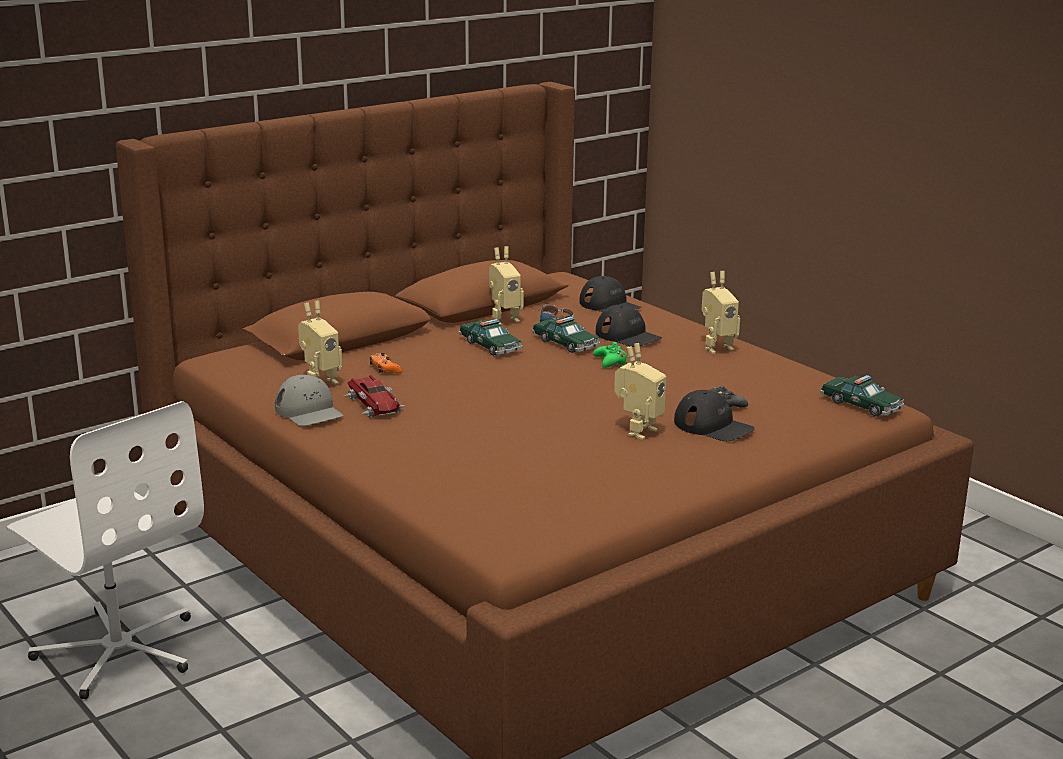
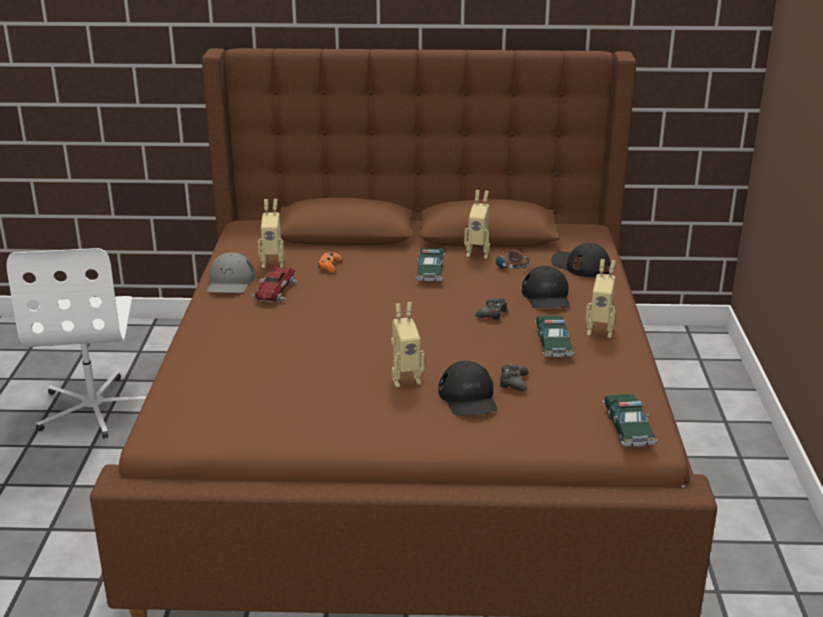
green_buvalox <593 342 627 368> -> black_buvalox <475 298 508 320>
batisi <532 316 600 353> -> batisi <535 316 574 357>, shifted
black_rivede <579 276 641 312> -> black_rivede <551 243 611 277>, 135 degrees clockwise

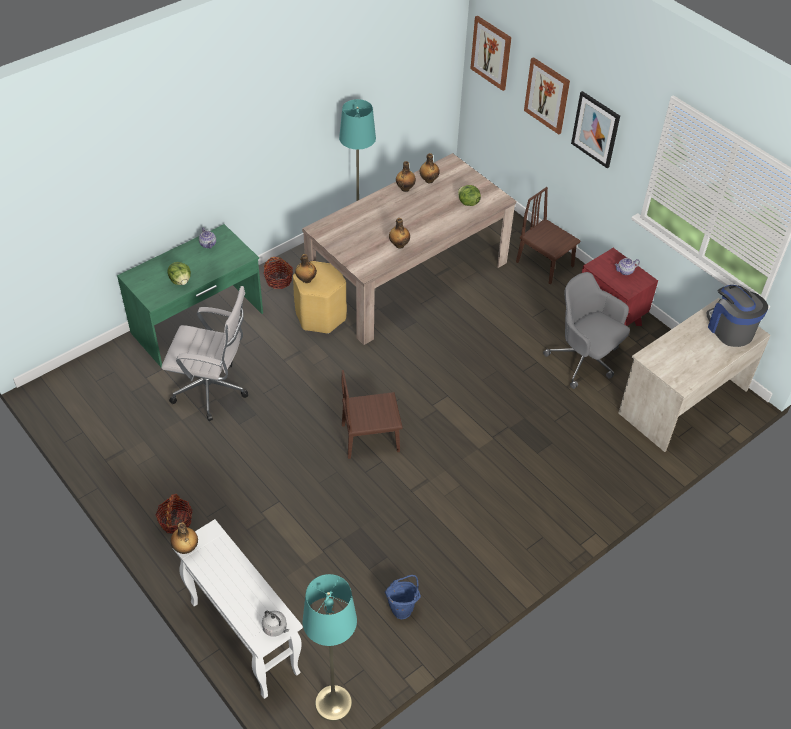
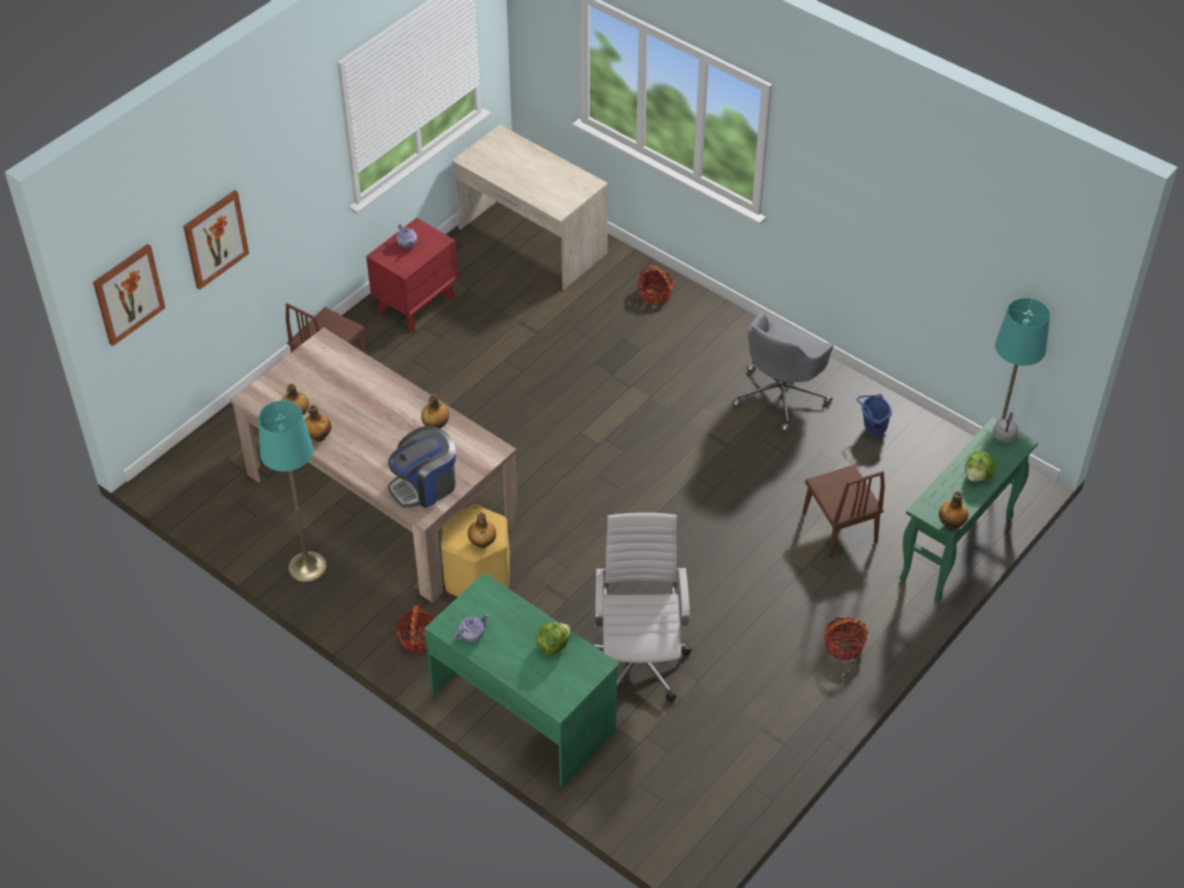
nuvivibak <707 285 768 347> -> nuvivibak <388 426 456 508>, shifted
none -> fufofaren <637 265 674 305>
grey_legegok <543 272 630 389> -> grey_legegok <732 313 834 432>, shifted
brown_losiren <341 370 403 459> -> brown_losiren <803 465 885 558>, shifted
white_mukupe <173 519 303 699> -> green_mukupe <899 417 1038 602>
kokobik <458 185 481 206> -> kokobik <965 451 995 481>, shifted
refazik <571 91 620 168> -> none

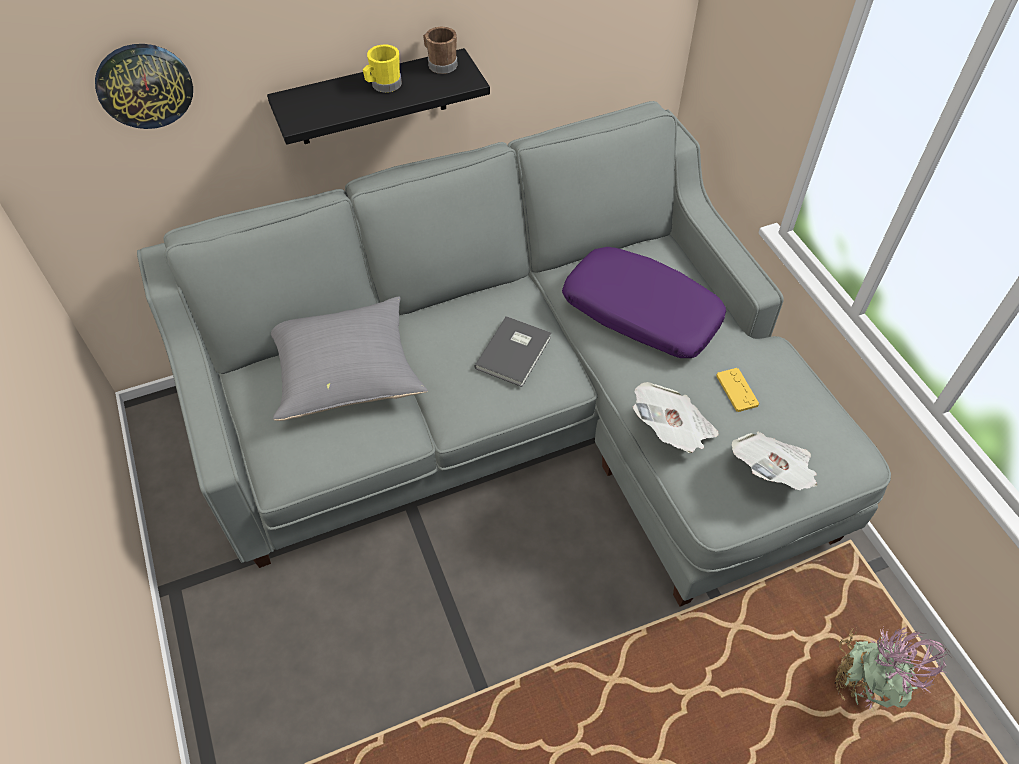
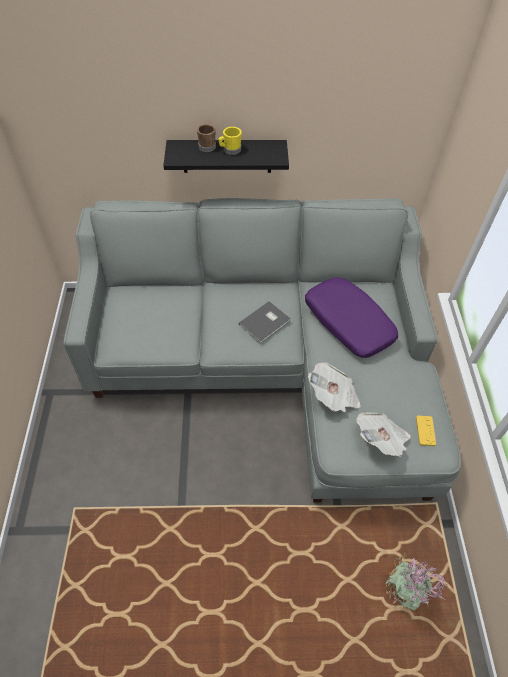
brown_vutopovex <423 26 458 74> -> brown_vutopovex <197 124 216 152>, shifted
yellow_buvalox <716 368 759 412> -> yellow_buvalox <416 415 436 446>, shifted
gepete <95 44 193 129> -> none
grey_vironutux <271 296 428 421> -> none

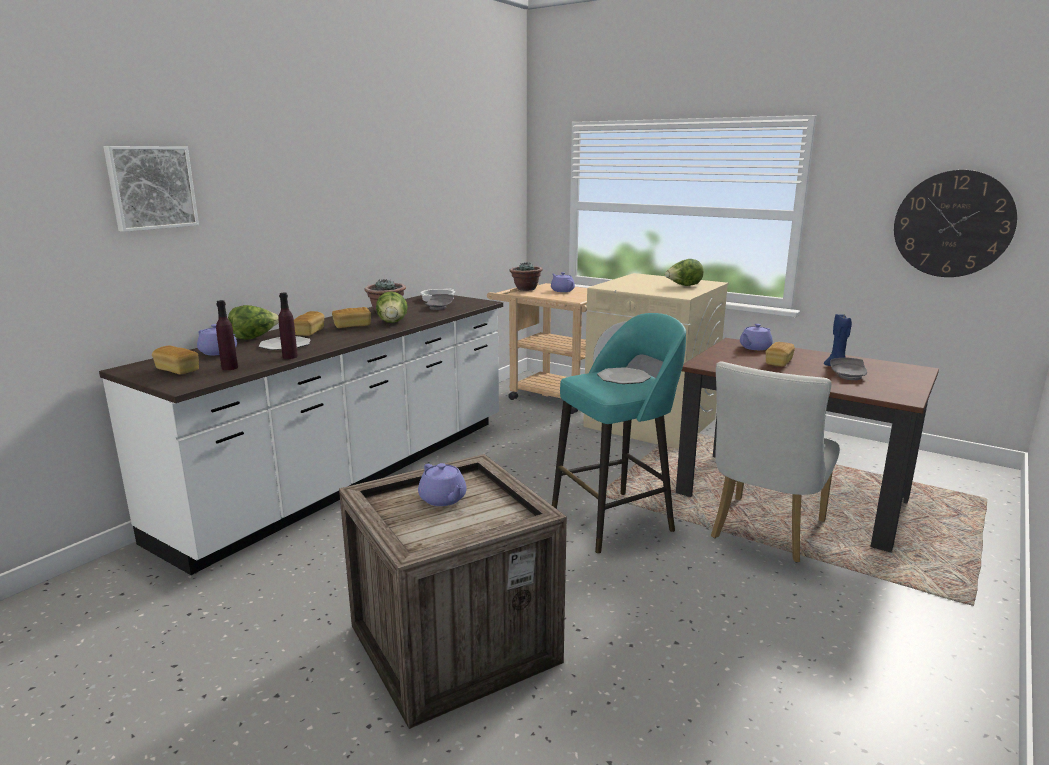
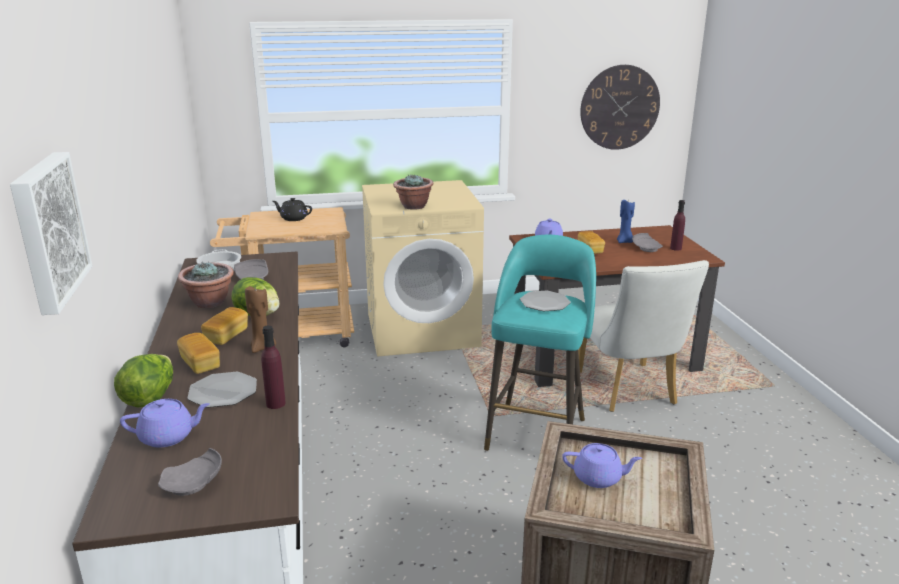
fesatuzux <152 345 199 374> -> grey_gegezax <158 448 222 496>
none -> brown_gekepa <245 286 276 353>
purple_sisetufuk <551 272 575 292> -> black_sisetufuk <273 198 312 221>
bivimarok <509 262 543 291> -> bivimarok <393 174 434 210>, shifted
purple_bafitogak <216 300 238 370> -> purple_bafitogak <670 200 685 251>, shifted
kokobik <665 259 704 286> -> none

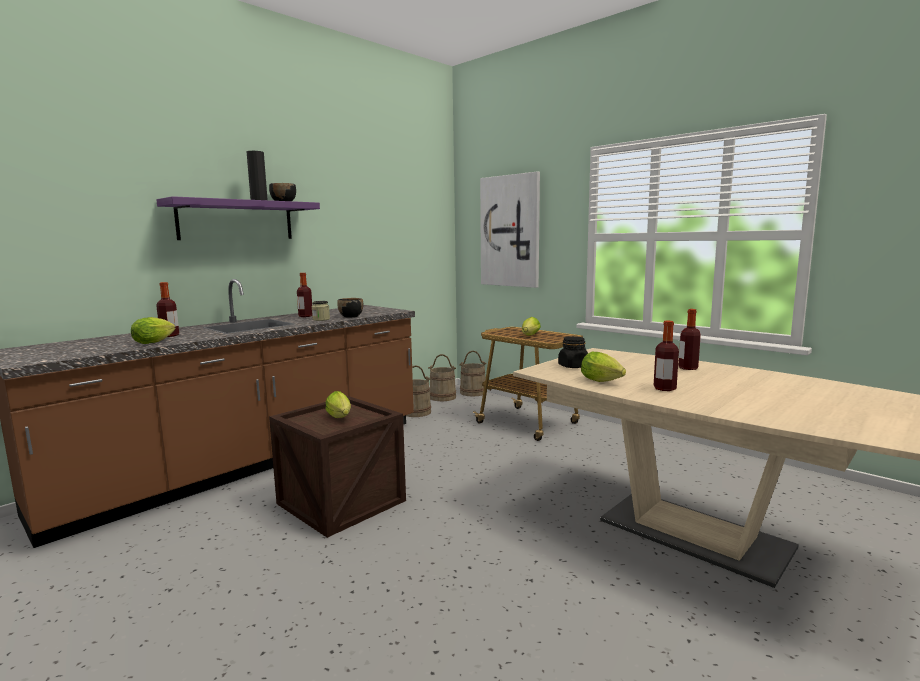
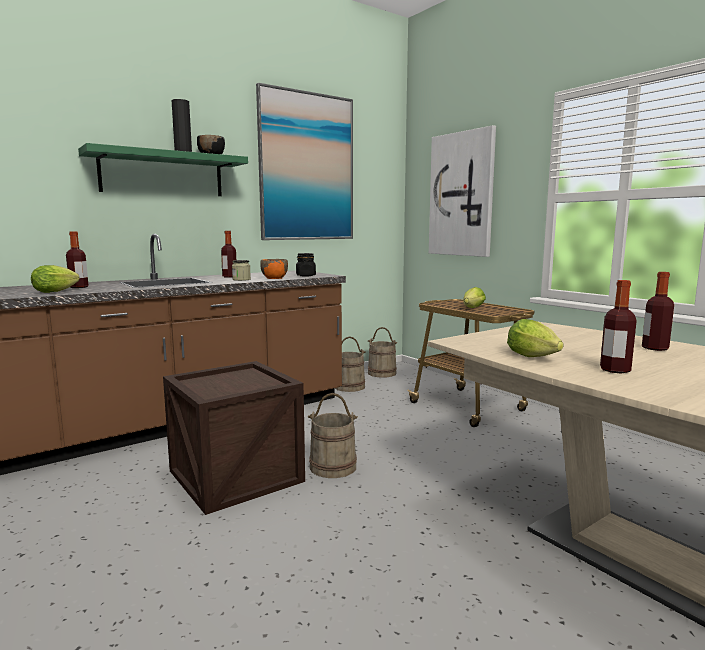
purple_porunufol <156 196 320 240> -> green_porunufol <78 143 248 196>
none -> refazik <256 83 353 240>
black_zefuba <337 298 363 317> -> orange_zefuba <260 259 288 279>
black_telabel <558 336 588 368> -> black_telabel <296 253 316 276>, shifted
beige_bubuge <459 351 486 397> -> beige_bubuge <308 393 358 478>, shifted
kokobik <325 391 351 418> -> none

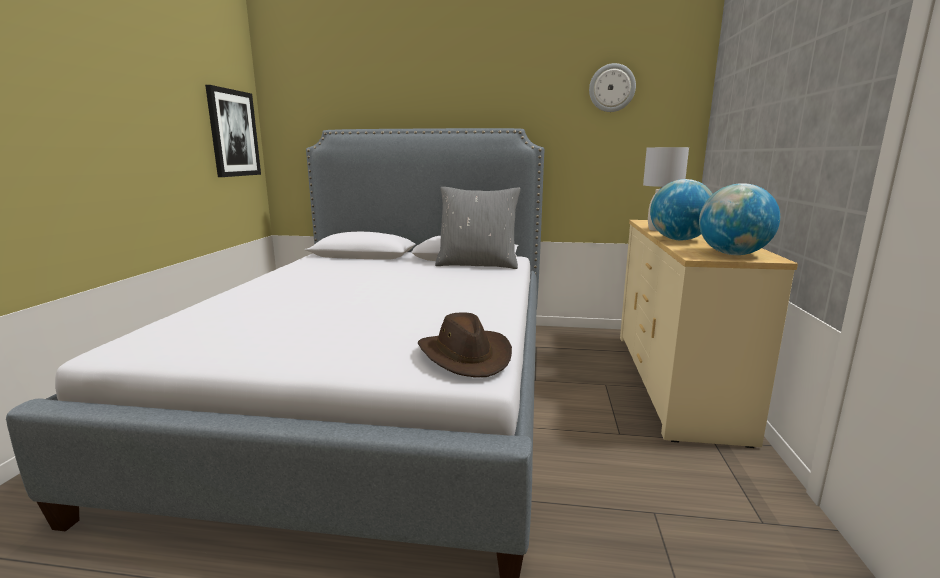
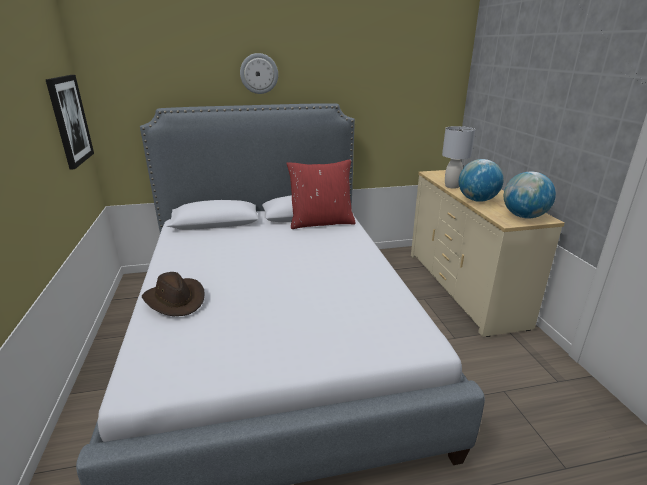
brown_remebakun <418 312 512 377> -> brown_remebakun <142 272 204 316>, shifted
gepete <589 63 636 112> -> gepete <240 53 278 94>, shifted
grey_vironutux <435 187 521 269> -> red_vironutux <286 160 356 229>

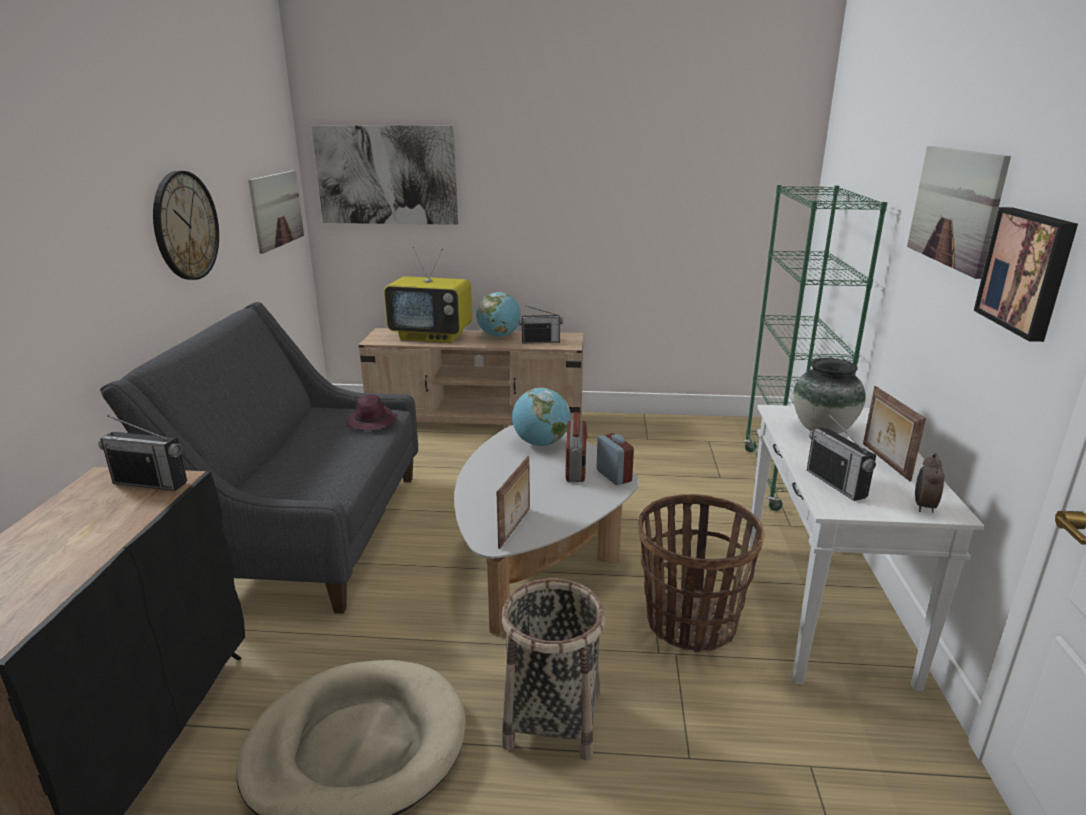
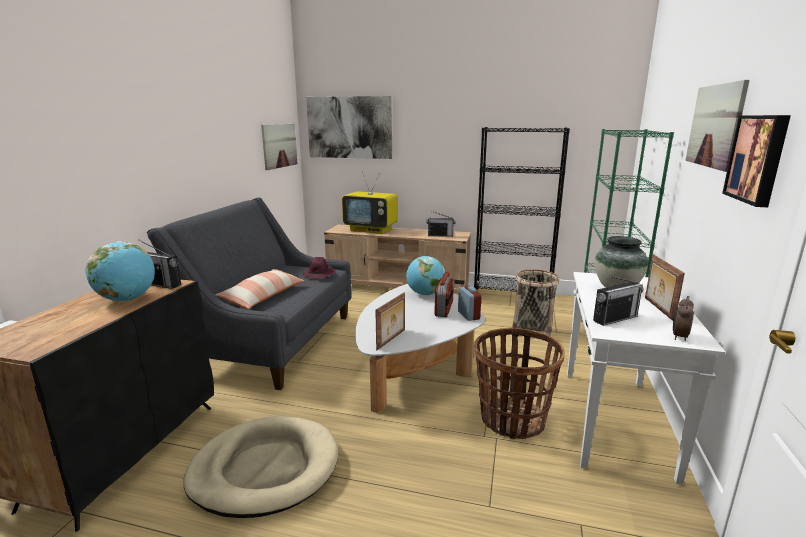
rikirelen <476 292 521 337> -> rikirelen <86 241 155 302>, shifted
none -> vironutux <215 269 304 309>
none -> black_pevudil <474 127 570 292>
fufofaren <502 578 605 761> -> fufofaren <512 269 559 336>, shifted
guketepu <807 412 876 501> -> guketepu <593 276 644 326>, 105 degrees counterclockwise
gepete <153 171 219 280> -> none

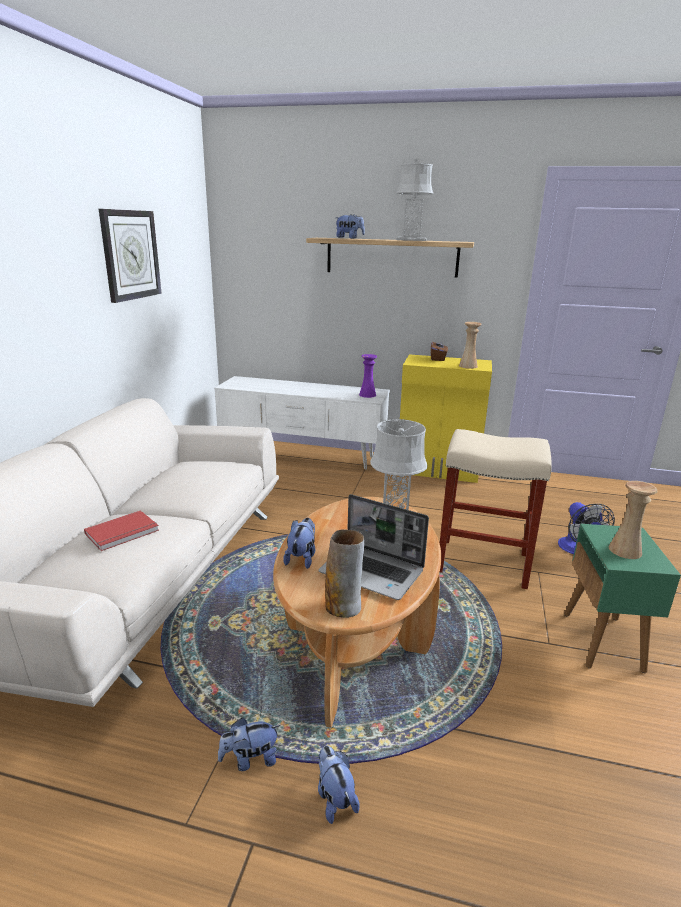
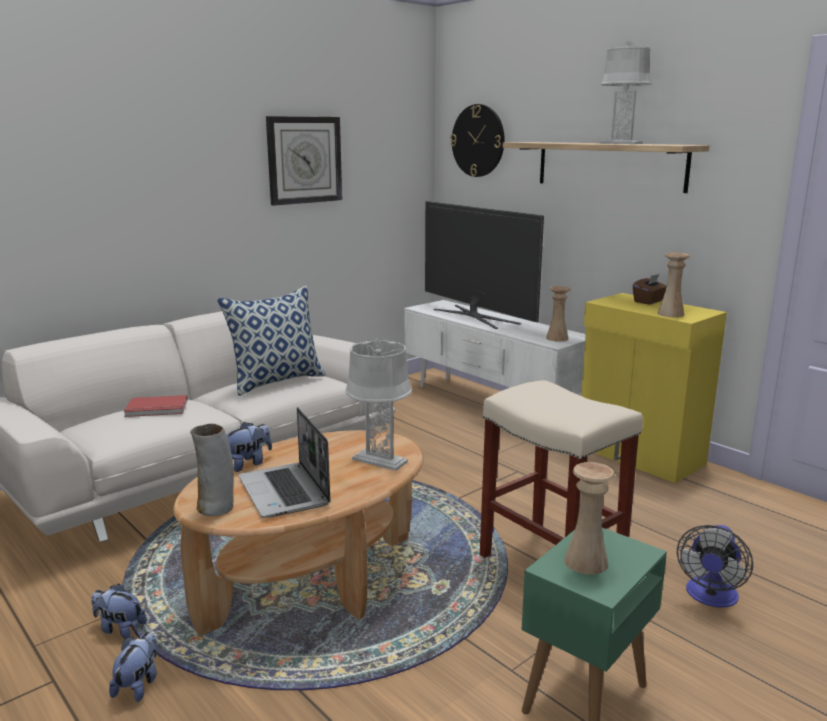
none -> vironutux <217 285 326 396>
none -> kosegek <425 201 544 329>
none -> gepete <450 104 505 177>
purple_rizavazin <359 354 377 398> -> beige_rizavazin <546 286 571 342>
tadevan <335 214 365 239> -> none

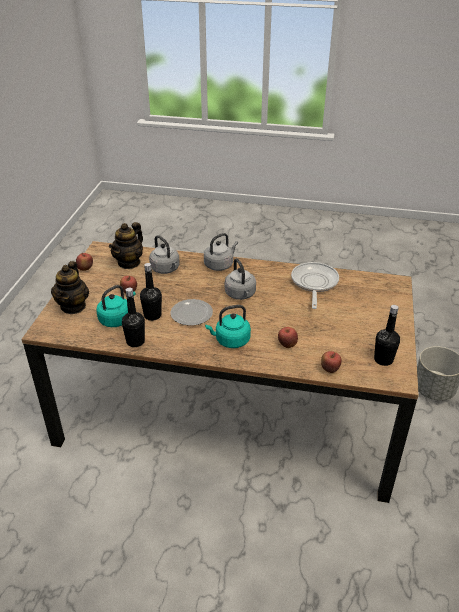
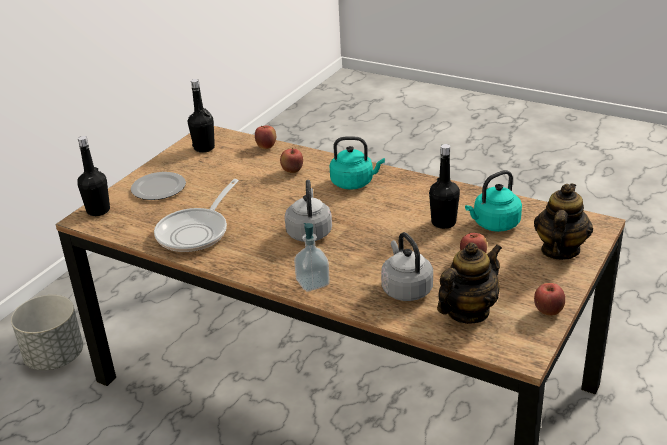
black_bafitogak <122 288 145 347> -> black_bafitogak <78 136 110 216>, shifted
gegezax <171 299 213 326> -> gegezax <131 172 186 200>, shifted
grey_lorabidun <204 233 238 271> -> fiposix <294 223 330 292>

